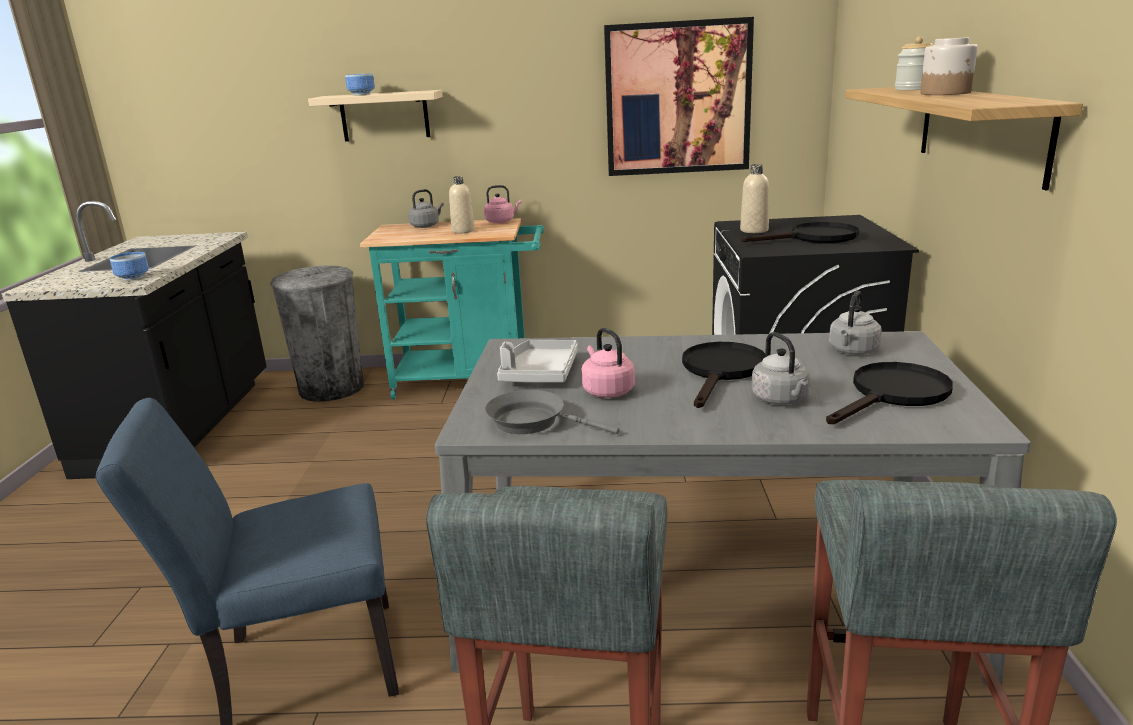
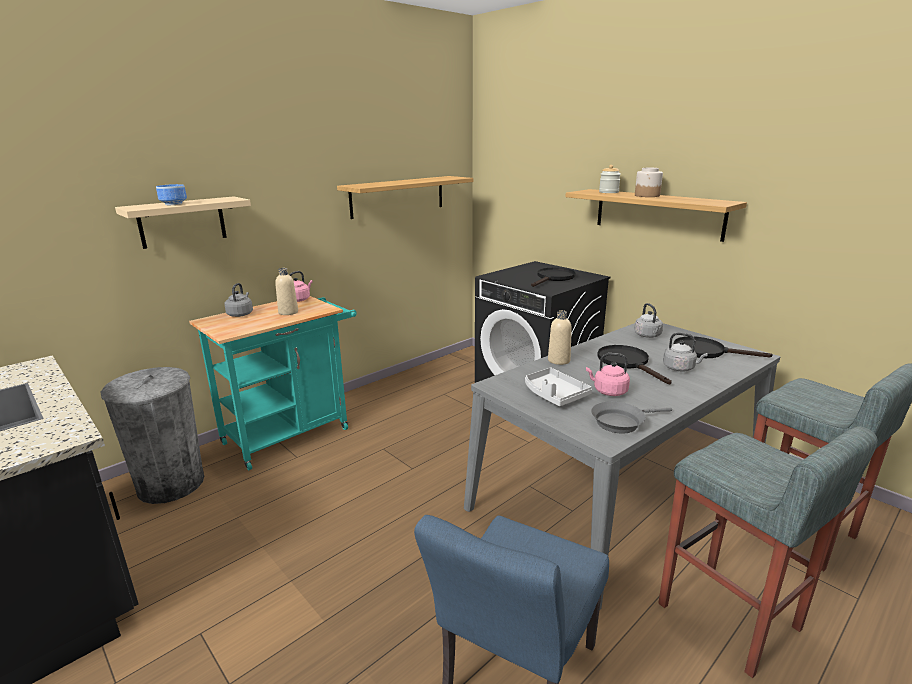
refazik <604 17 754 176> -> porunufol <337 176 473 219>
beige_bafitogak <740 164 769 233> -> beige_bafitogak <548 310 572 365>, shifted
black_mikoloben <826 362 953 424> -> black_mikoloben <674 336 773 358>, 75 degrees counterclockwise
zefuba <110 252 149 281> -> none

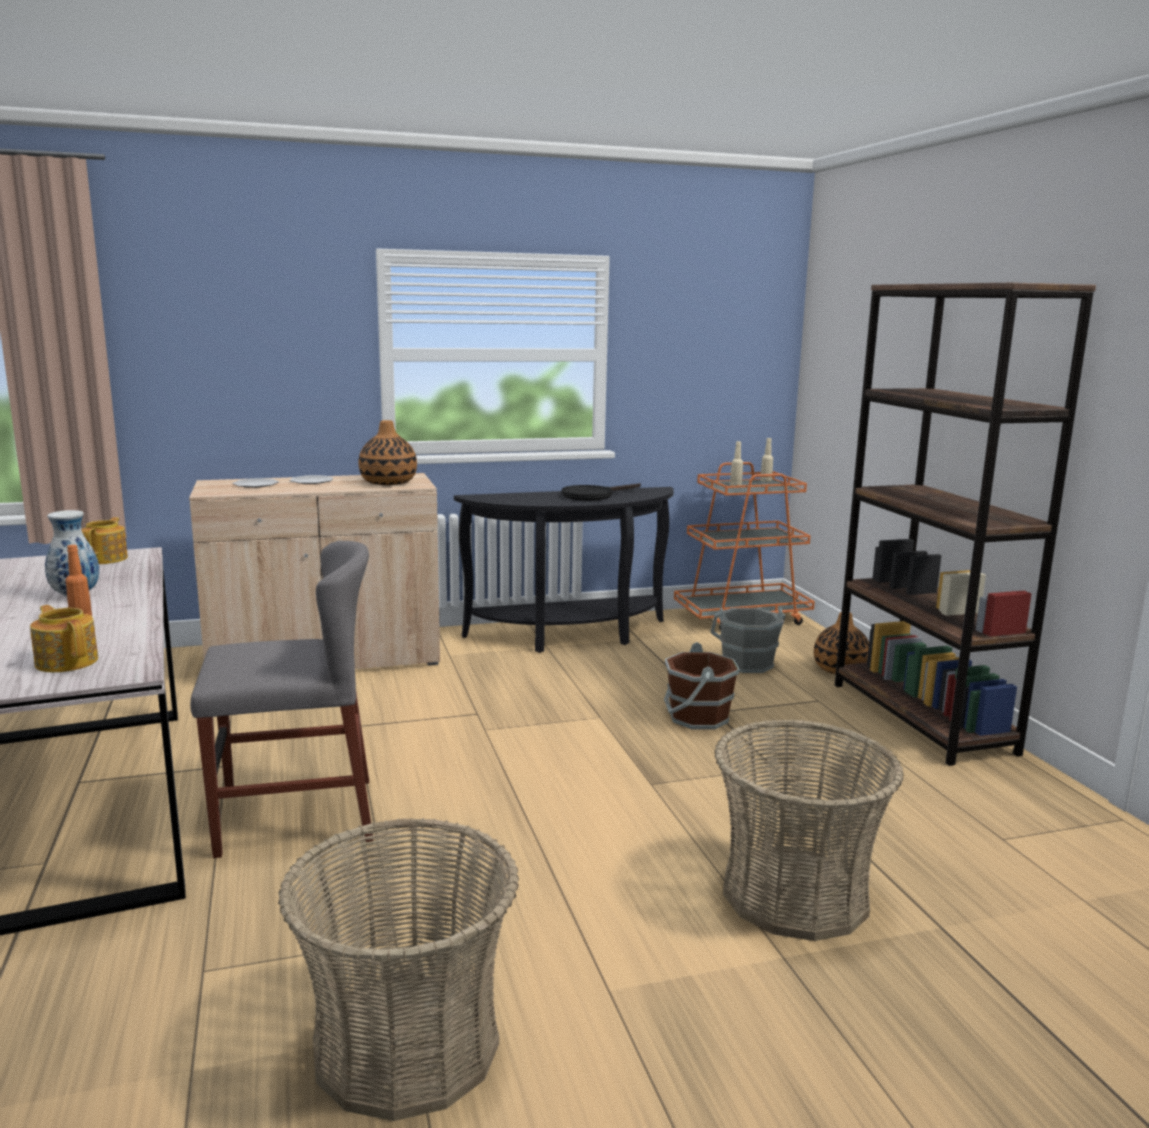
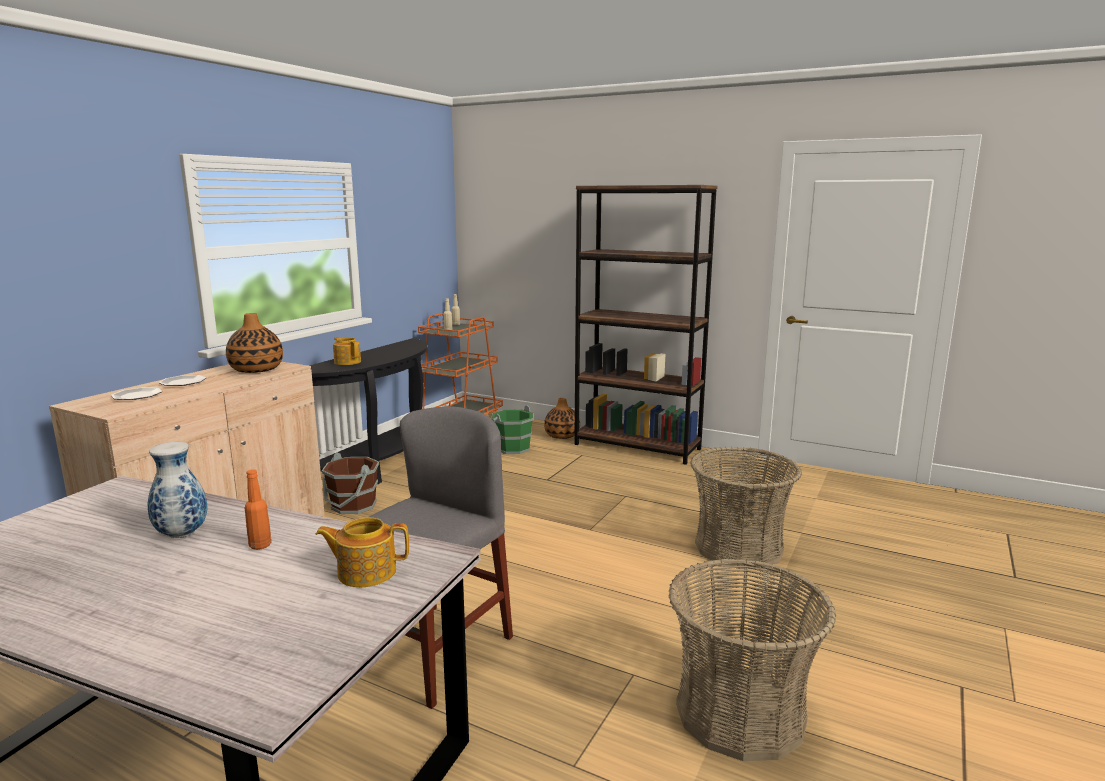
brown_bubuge <664 642 740 730> -> brown_bubuge <322 452 379 514>, shifted
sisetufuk <81 517 128 564> -> sisetufuk <333 337 361 365>, shifted
grey_bubuge <711 608 785 673> -> green_bubuge <491 405 534 454>
black_mikoloben <561 483 641 501> -> none

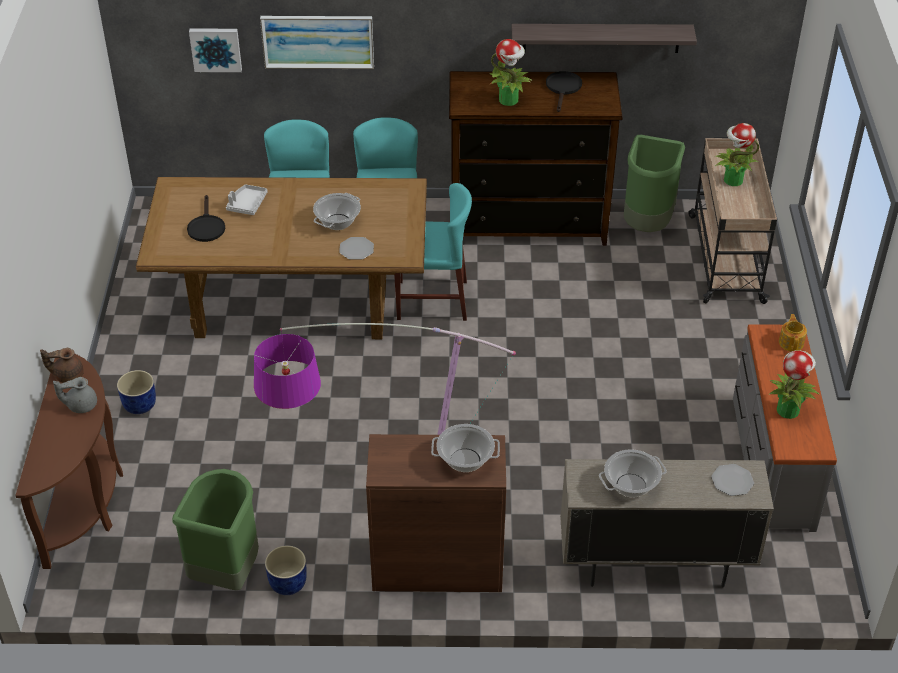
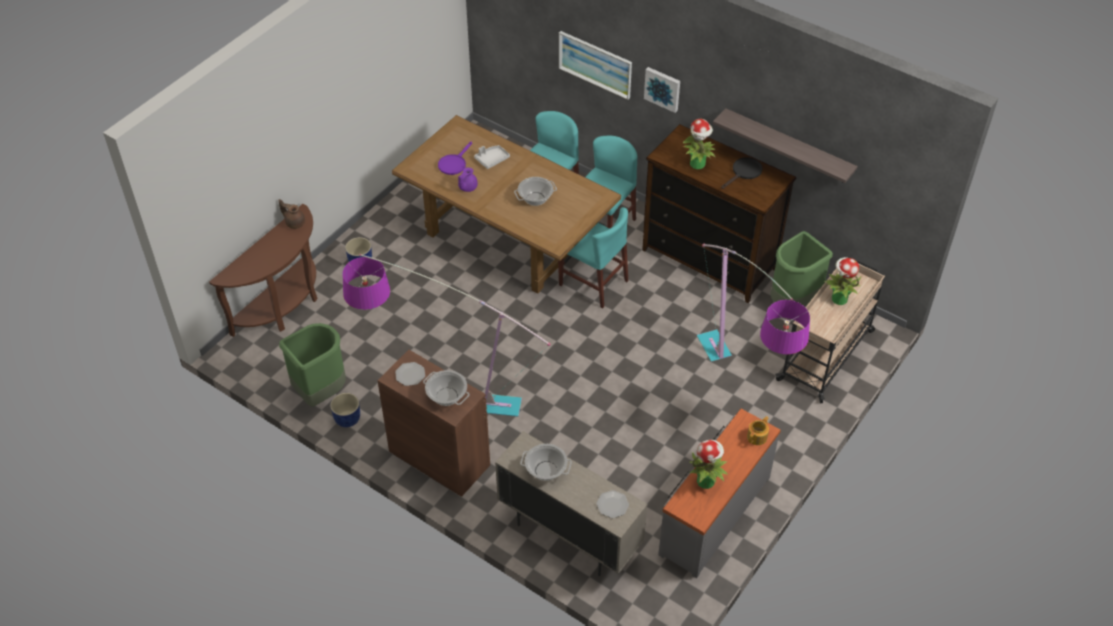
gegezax <339 237 374 259> -> gegezax <395 362 425 386>, shifted
black_mikoloben <187 195 225 242> -> purple_mikoloben <438 142 472 175>
none -> purple_sisetufuk <458 167 478 192>
refazik <189 28 242 72> -> refazik <644 67 680 113>, shifted
none -> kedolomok <697 244 810 362>
grey_sisetufuk <53 377 97 413> -> none

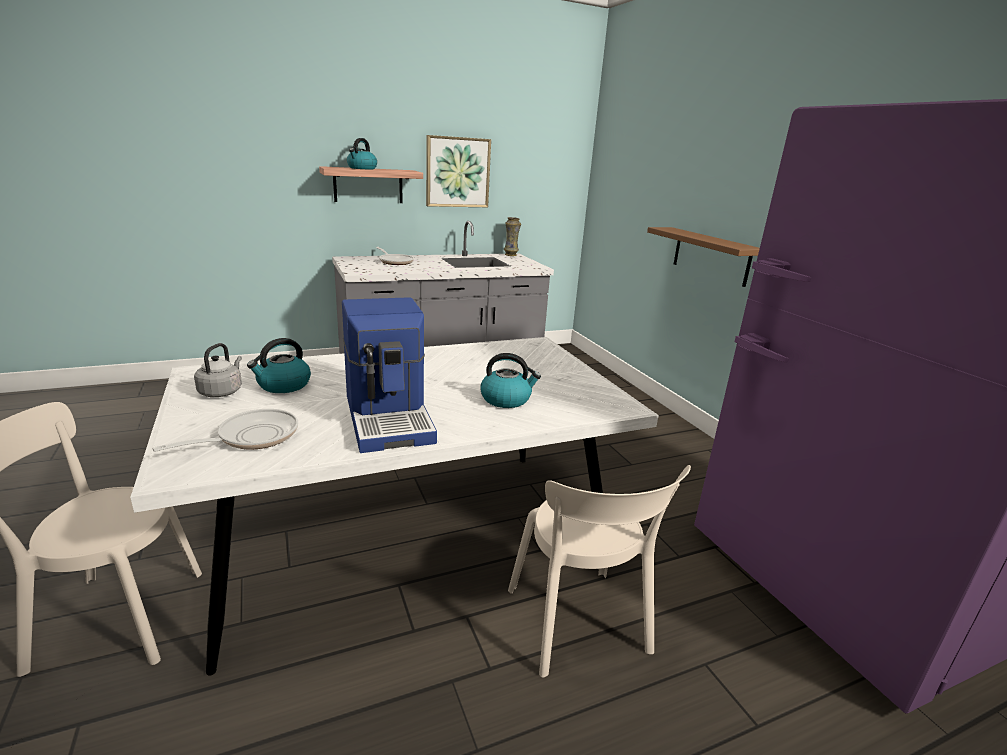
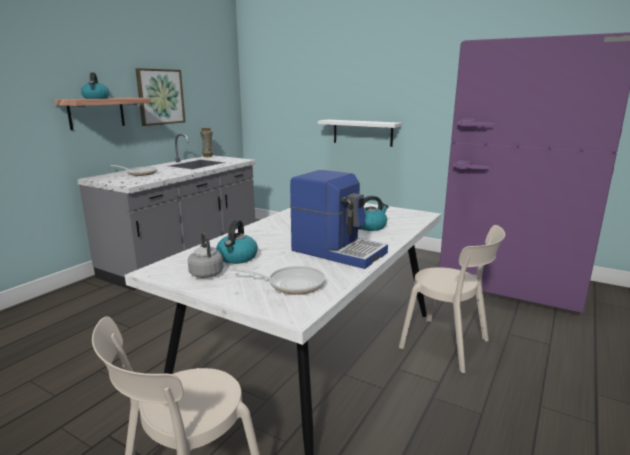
mikoloben <152 409 298 452> -> mikoloben <229 266 326 295>, 90 degrees clockwise
brown_porunufol <647 227 760 287> -> white_porunufol <318 119 402 147>

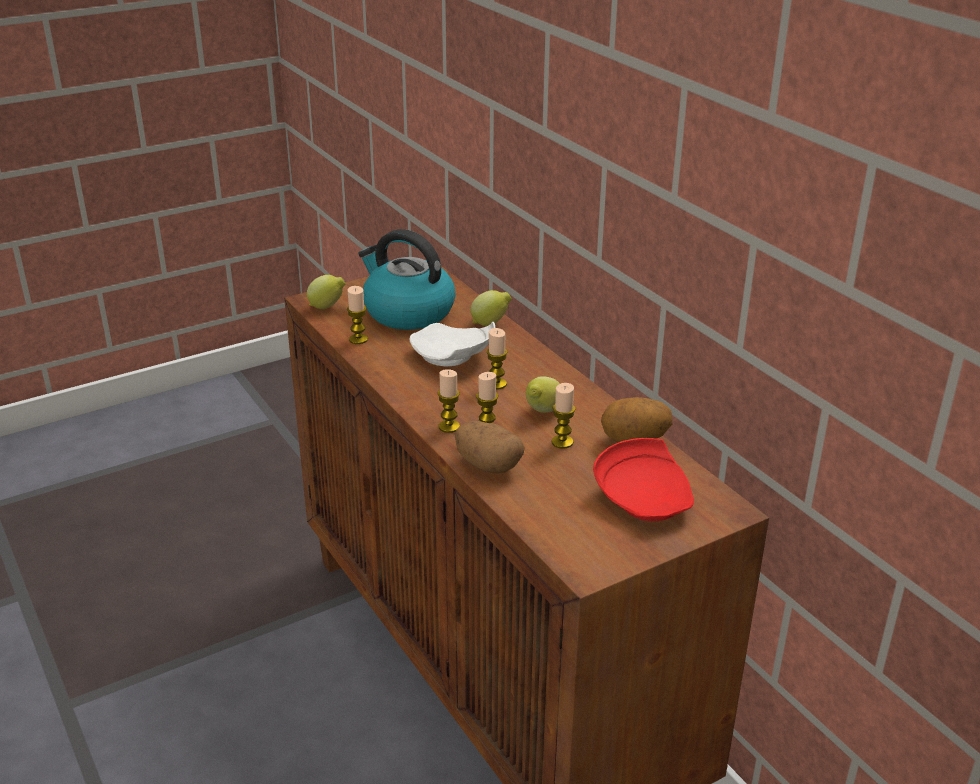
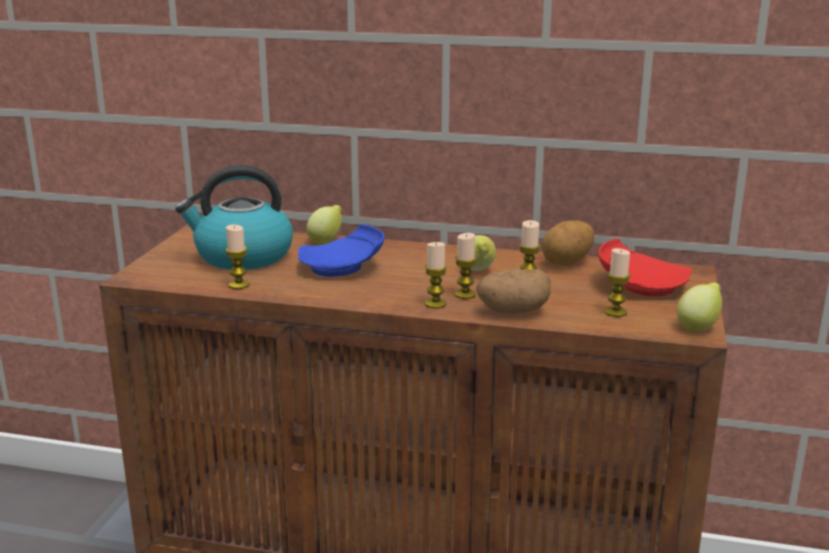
white_gegezax <410 322 495 367> -> blue_gegezax <298 224 384 277>
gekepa <487 328 507 390> -> gekepa <604 248 631 317>, shifted
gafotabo <307 275 346 309> -> gafotabo <677 283 722 332>, shifted

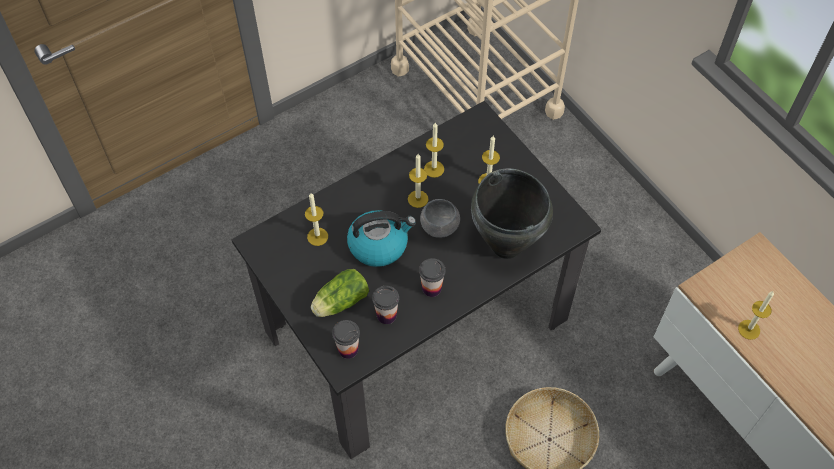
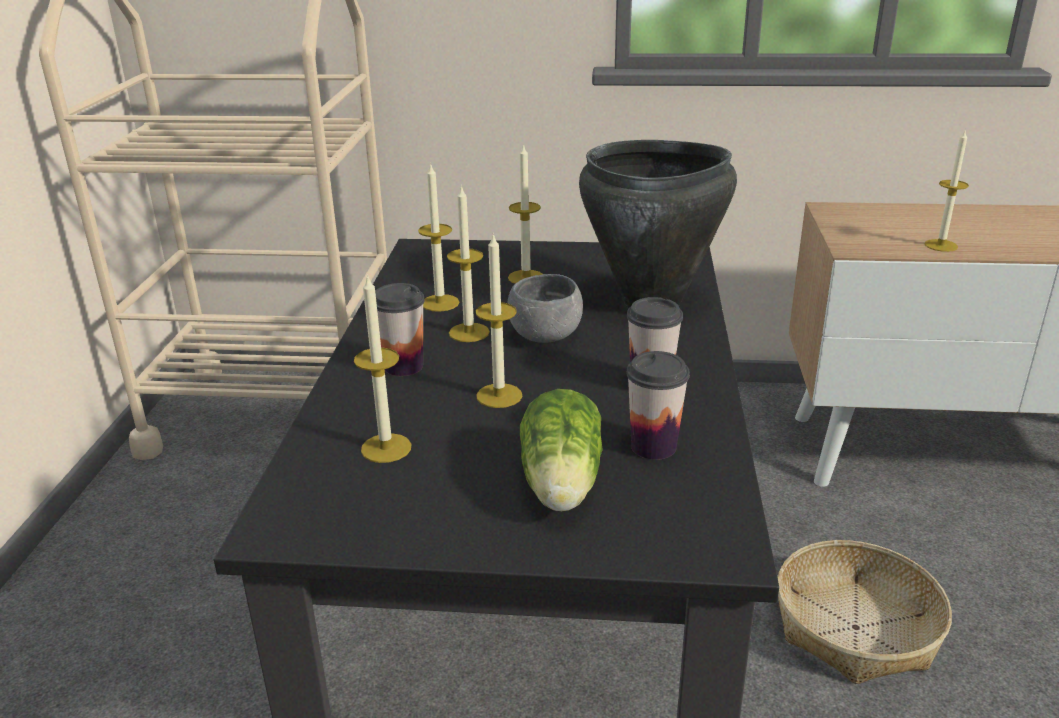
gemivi <332 320 360 359> -> gemivi <375 283 425 376>, shifted
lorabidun <347 210 416 267> -> gekepa <476 234 522 408>

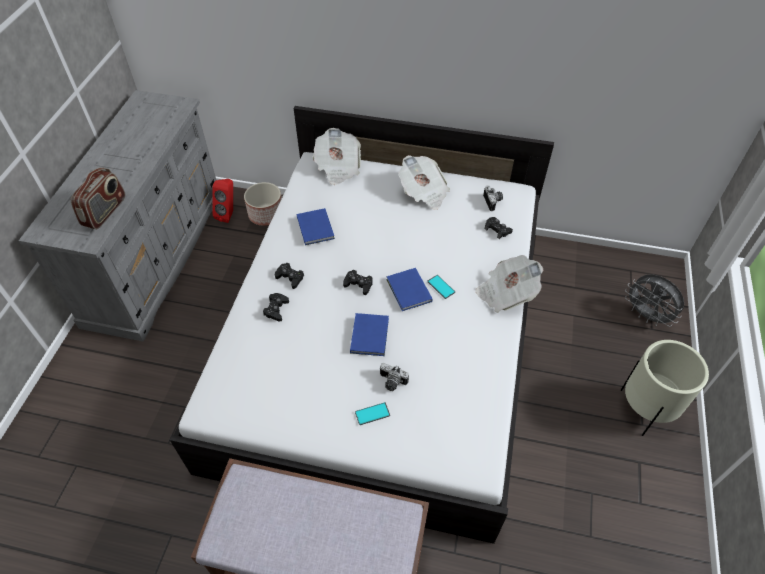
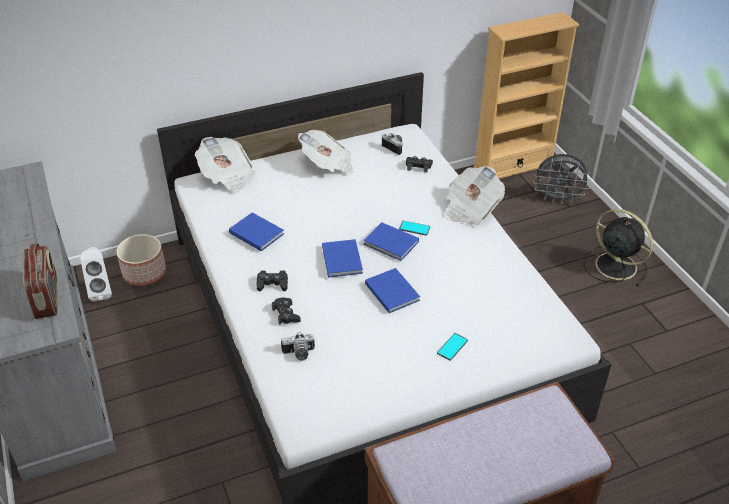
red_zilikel <212 179 233 223> -> white_zilikel <80 247 112 301>
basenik <380 363 409 391> -> basenik <281 332 315 361>, shifted
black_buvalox <343 270 373 295> -> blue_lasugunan <322 239 363 278>
none -> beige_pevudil <473 12 579 179>
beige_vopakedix <621 340 709 436> -> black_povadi <584 209 653 287>

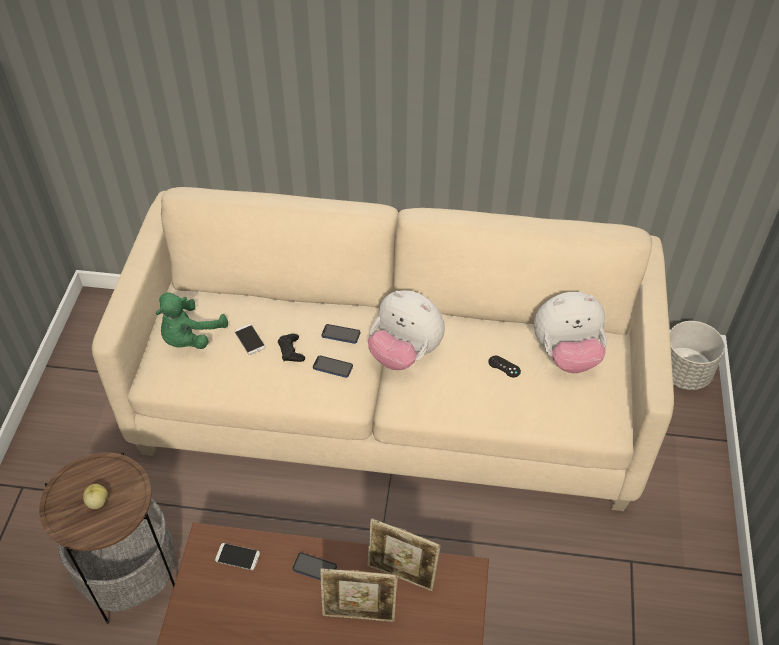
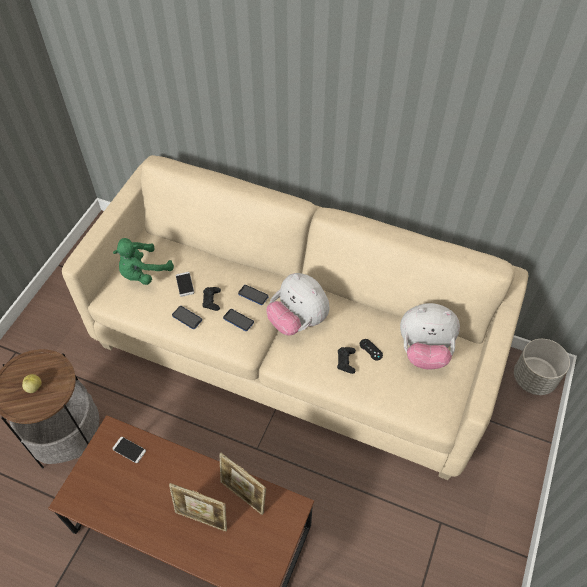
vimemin <292 552 337 580> -> vimemin <172 306 202 329>, shifted
none -> black_buvalox <337 347 356 374>

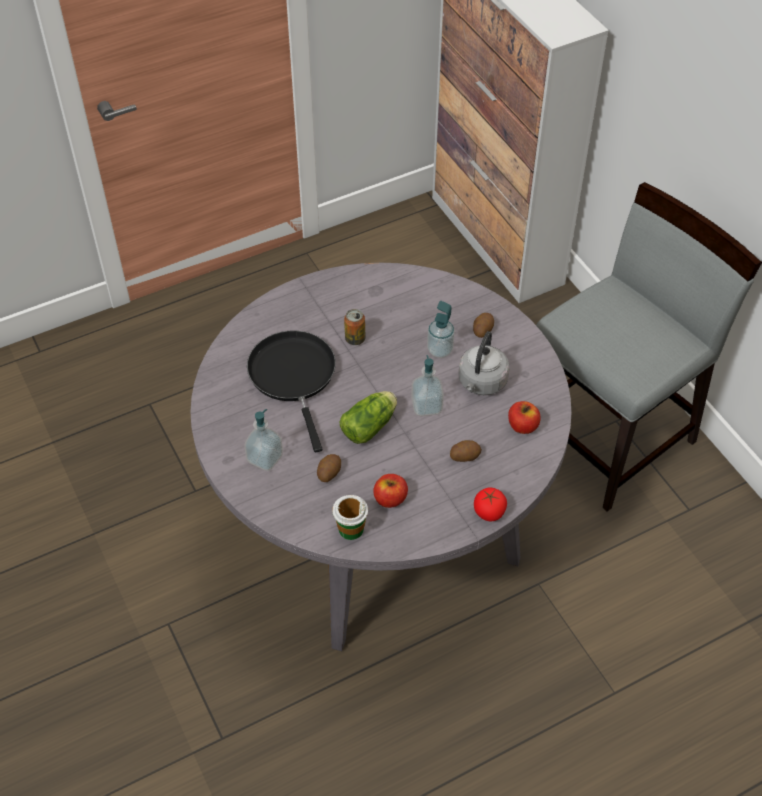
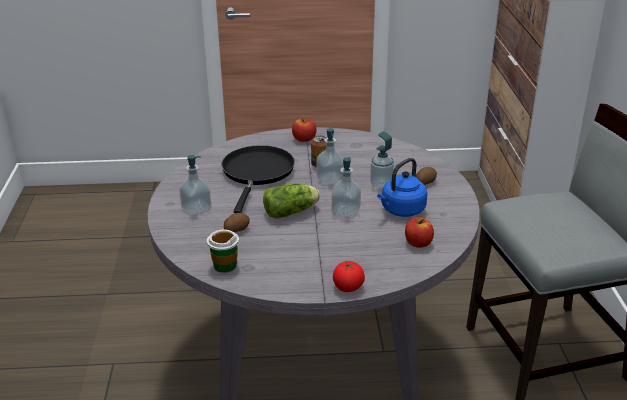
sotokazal <373 474 408 508> -> sotokazal <292 119 316 142>, shifted
none -> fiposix <316 128 344 186>
grey_lorabidun <459 331 510 395> -> blue_lorabidun <377 158 427 217>
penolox <450 440 482 462> -> none

